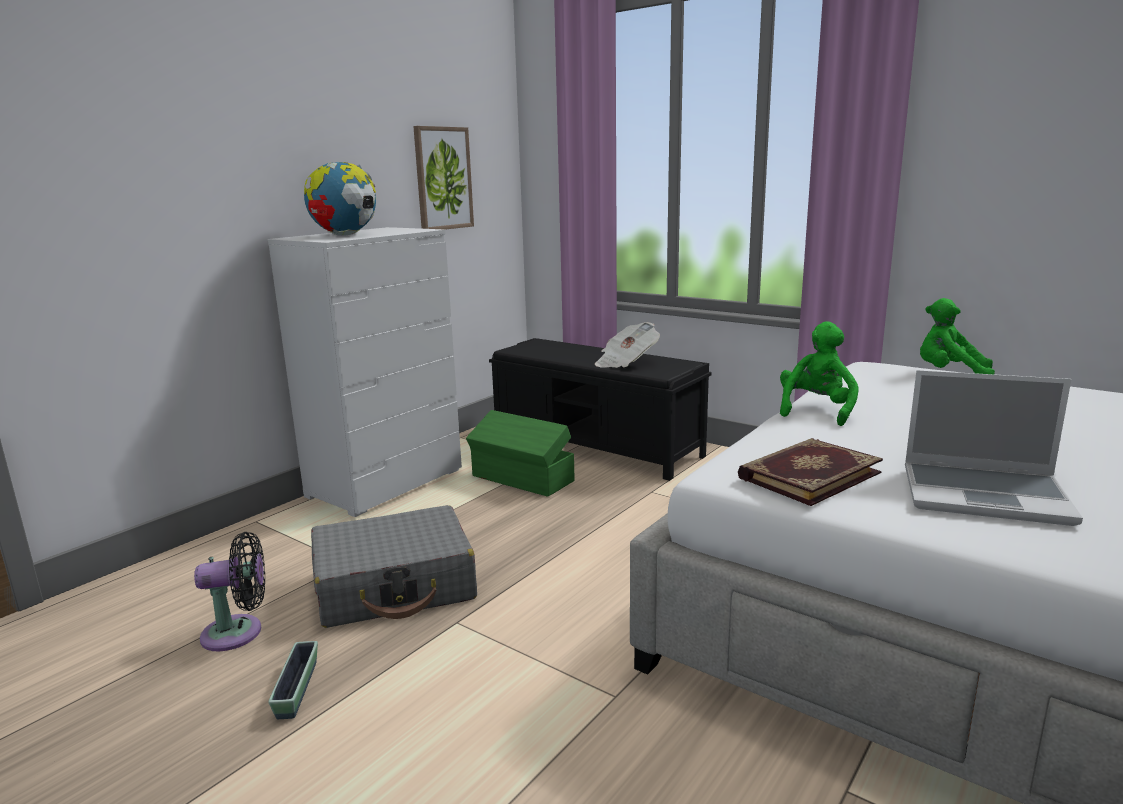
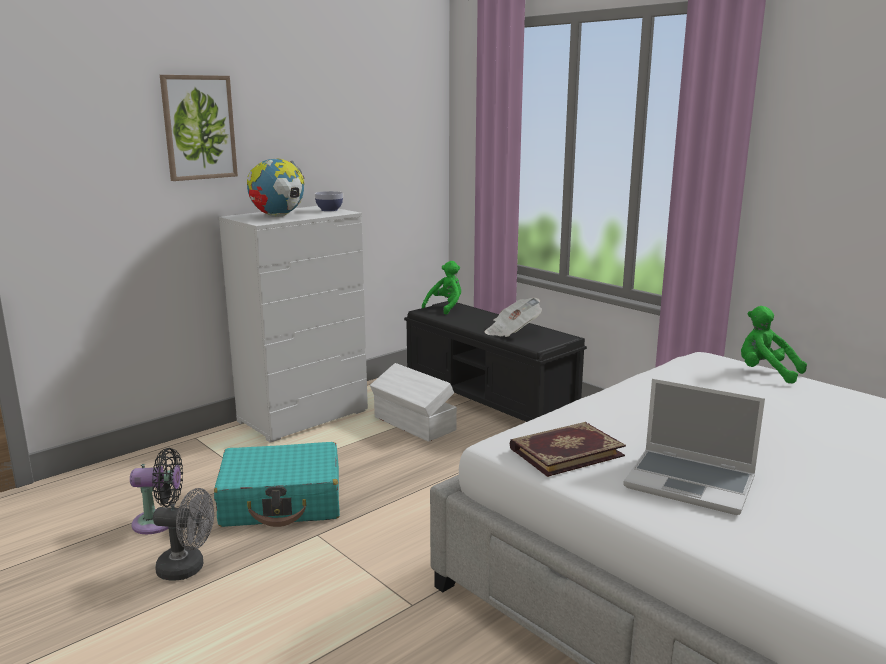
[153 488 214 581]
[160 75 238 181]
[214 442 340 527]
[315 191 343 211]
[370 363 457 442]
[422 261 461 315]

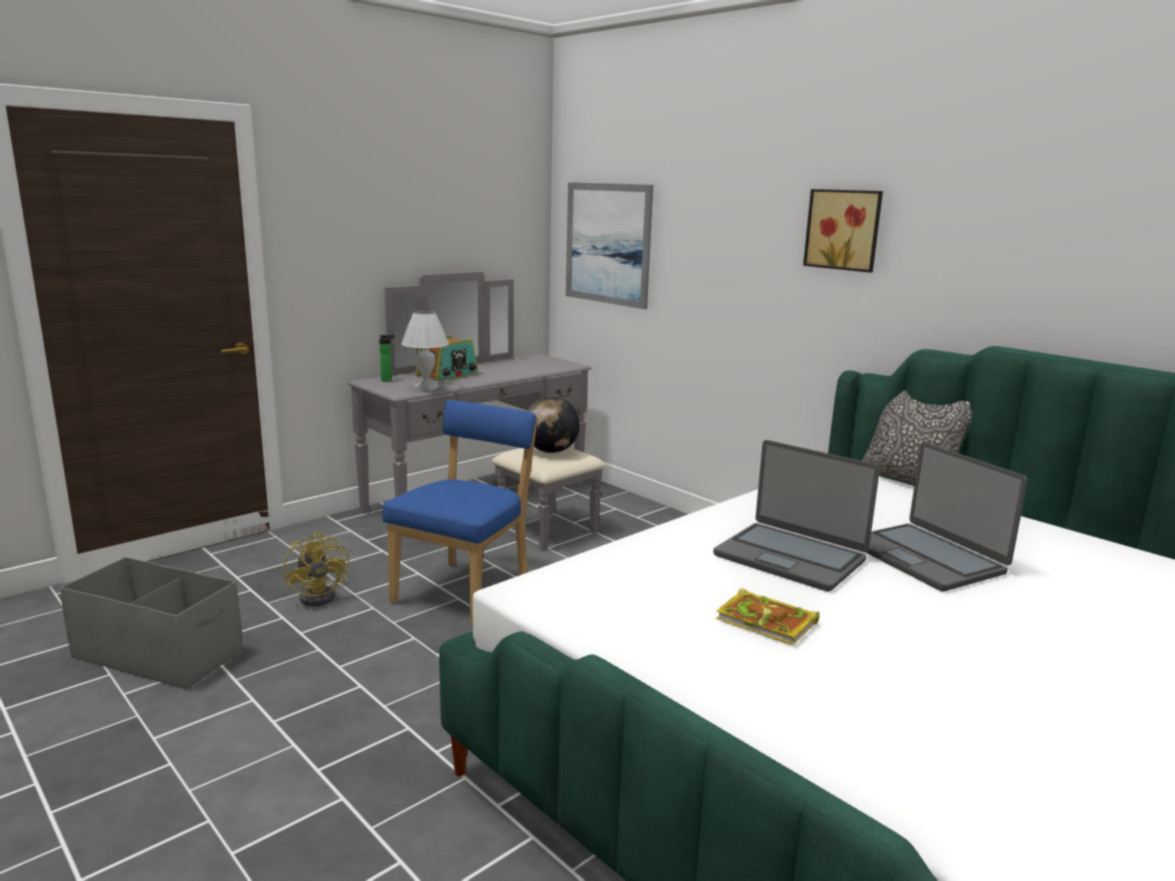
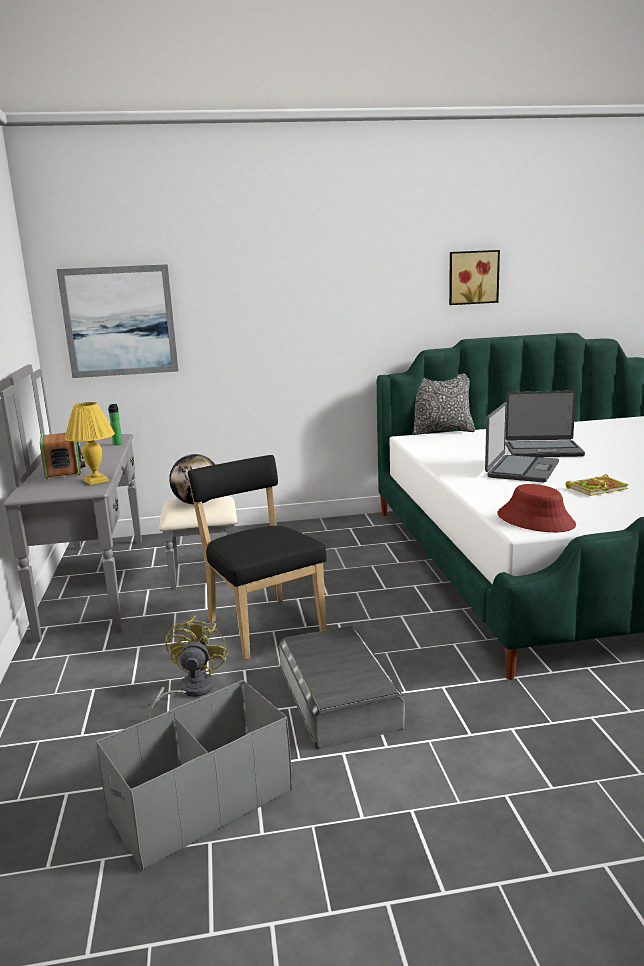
[65 402 115 485]
[108 404 123 445]
[147 615 228 719]
[188 455 327 660]
[279 626 405 749]
[449 250 500 305]
[485 402 559 482]
[497 484 576 532]

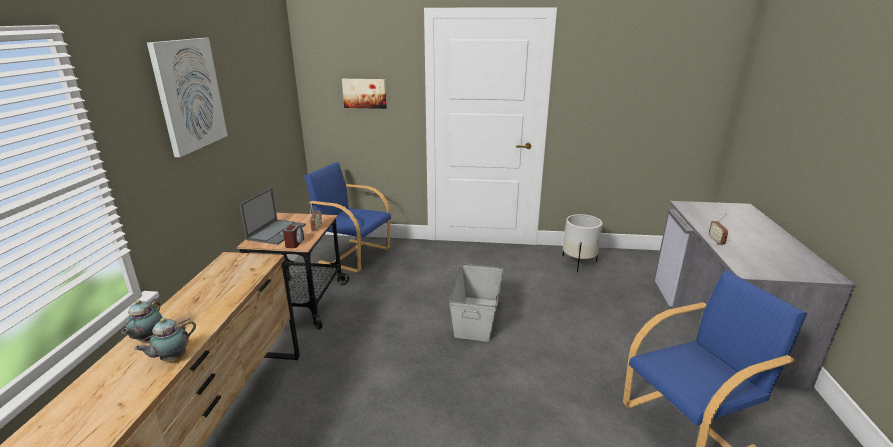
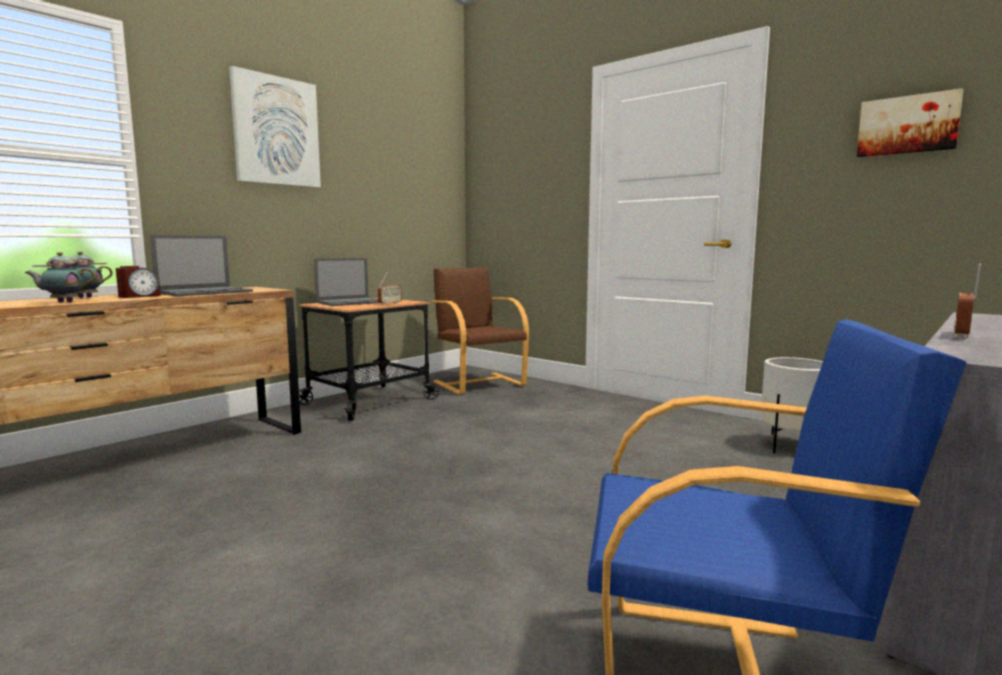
[116 266 161 298]
[150 235 253 297]
[431 268 529 395]
[857 88 963 157]
[449 264 504 342] (first image)

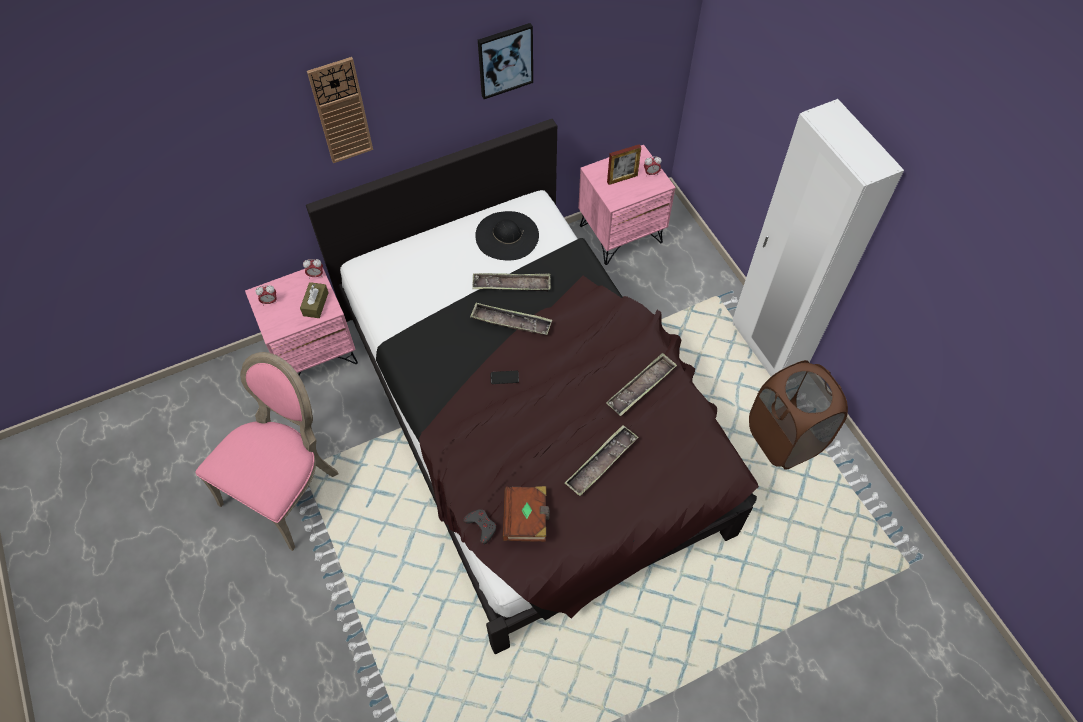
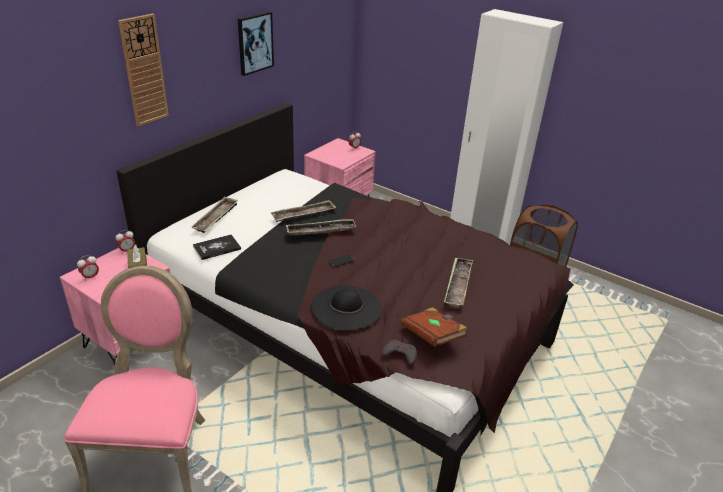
[191 196 238 233]
[193 234 241 260]
[311 285 382 330]
[607 144 641 185] (first image)

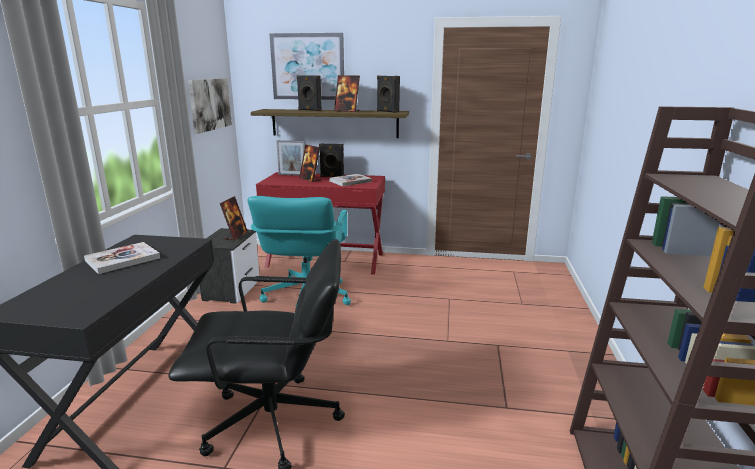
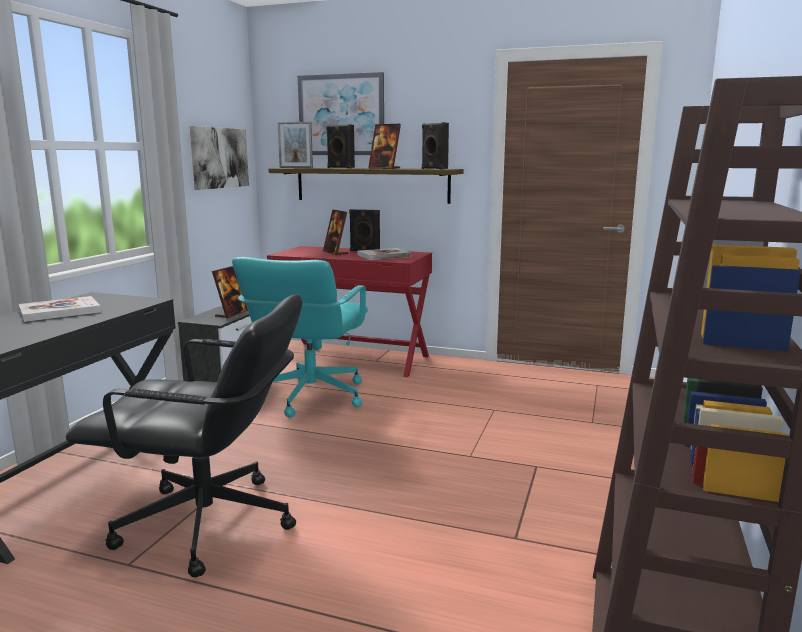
[278 122 313 168]

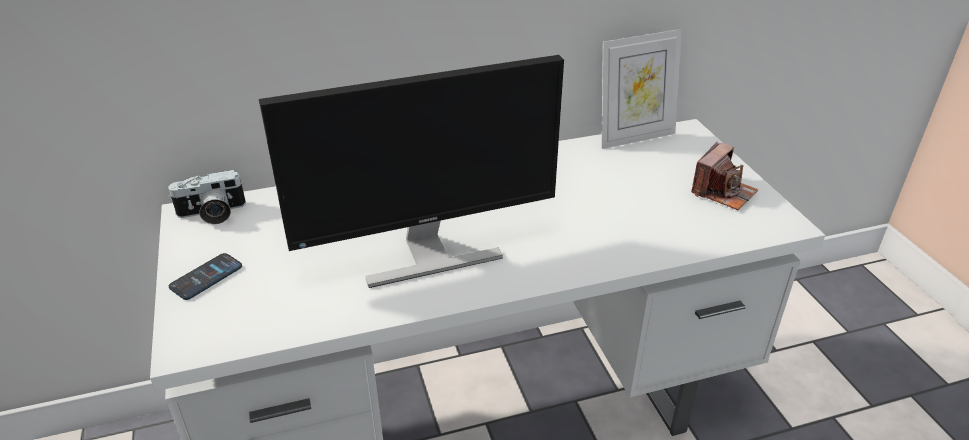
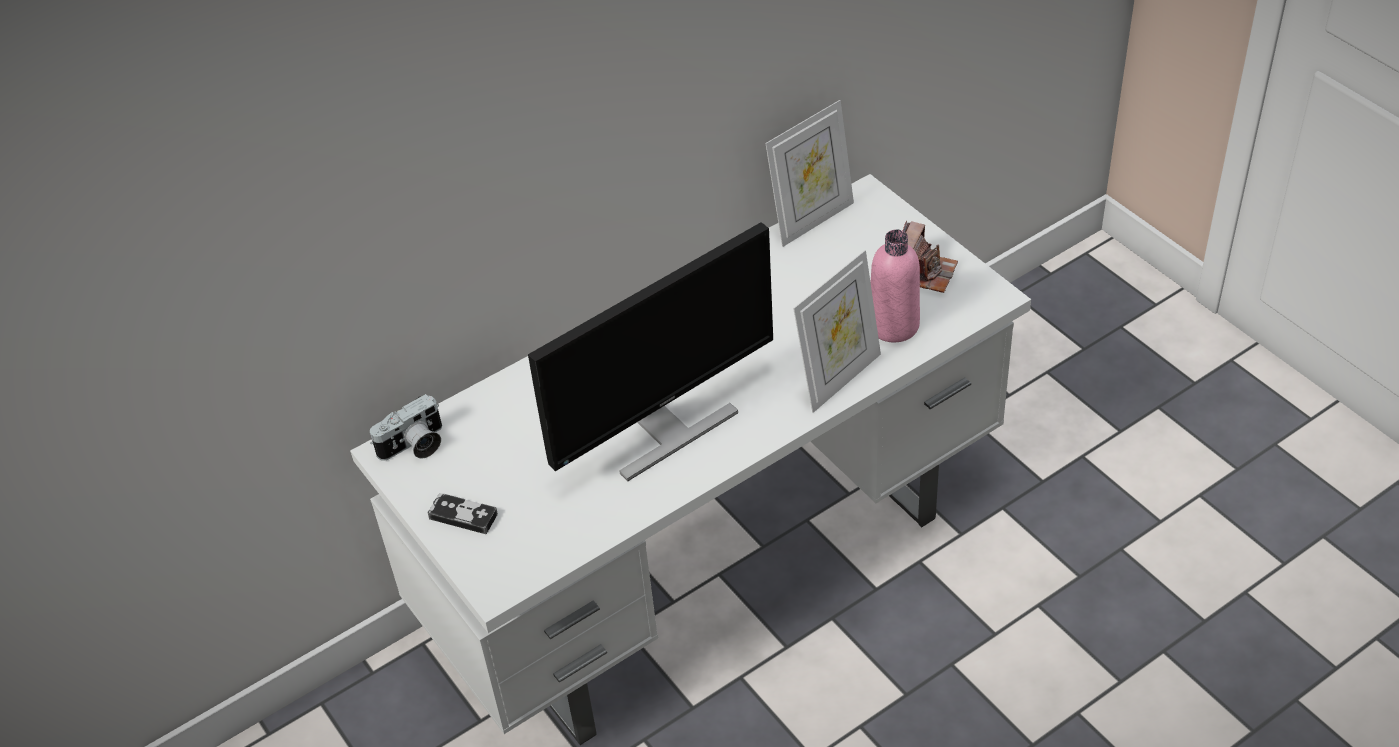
[427 493 498 534]
[793 250 881 413]
[870 230 920 342]

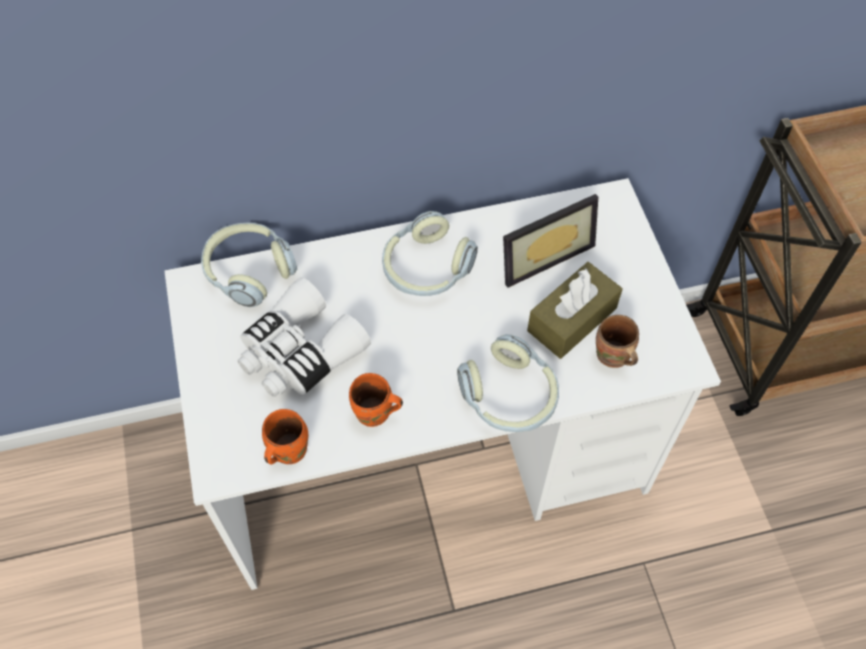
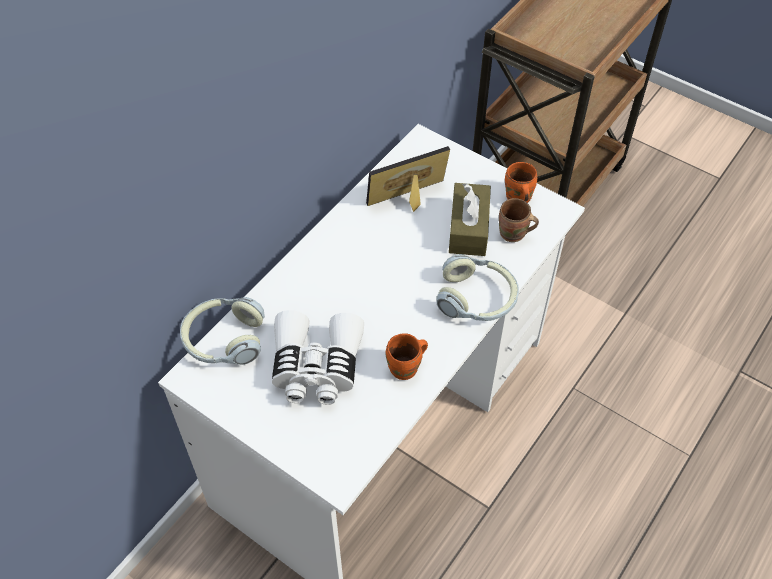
[366 146 450 212]
[505 162 537 203]
[382 211 478 296] (first image)

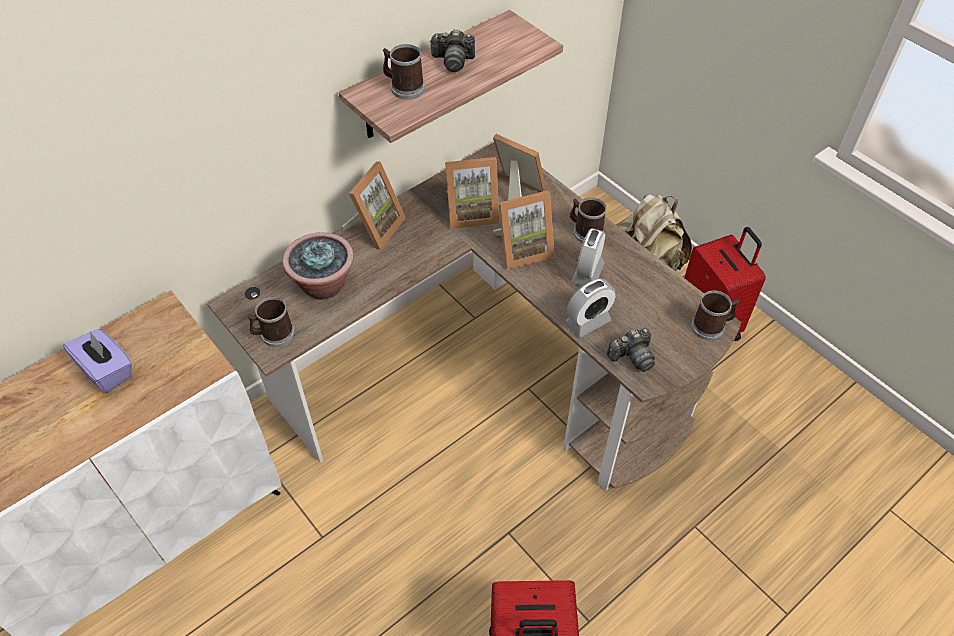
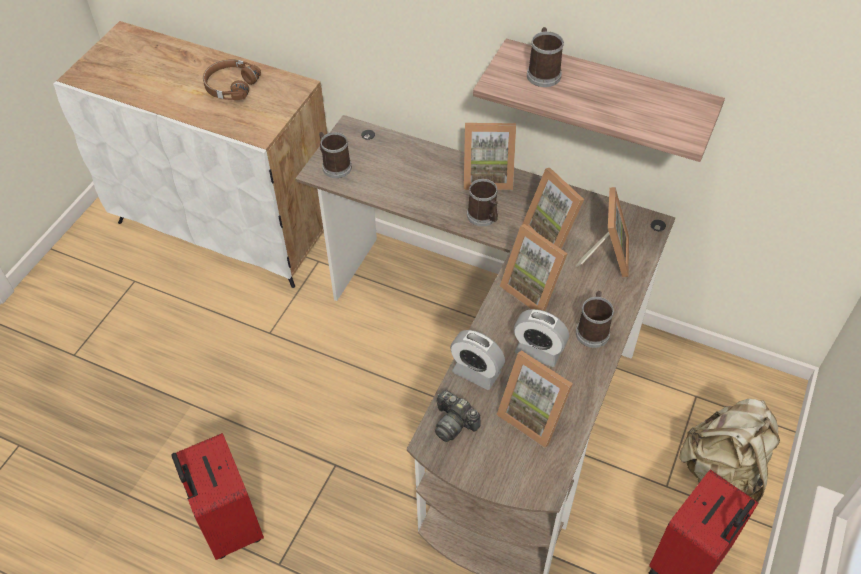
[203 59 261 100]
[467 179 498 226]
[497 350 573 448]
[513 309 569 367]
[282 232 354 300] (first image)
[429 29 475 72] (first image)

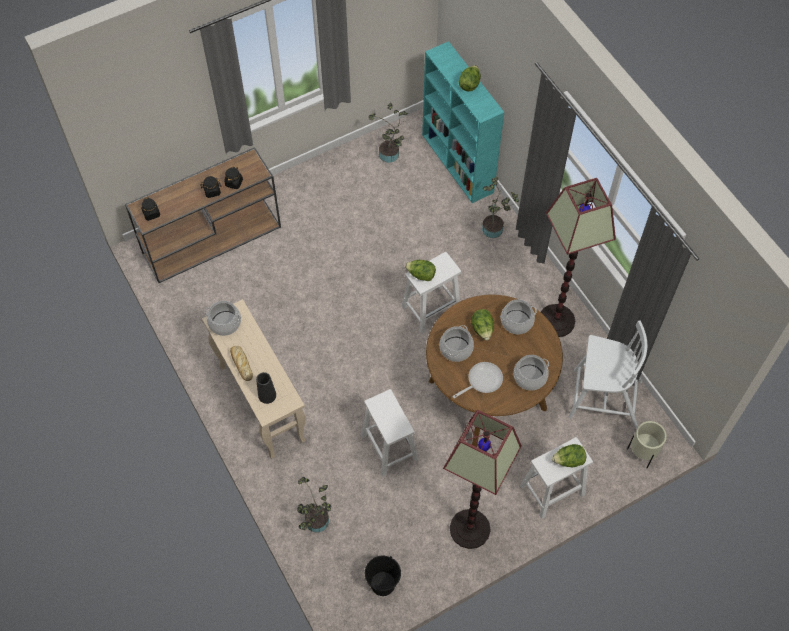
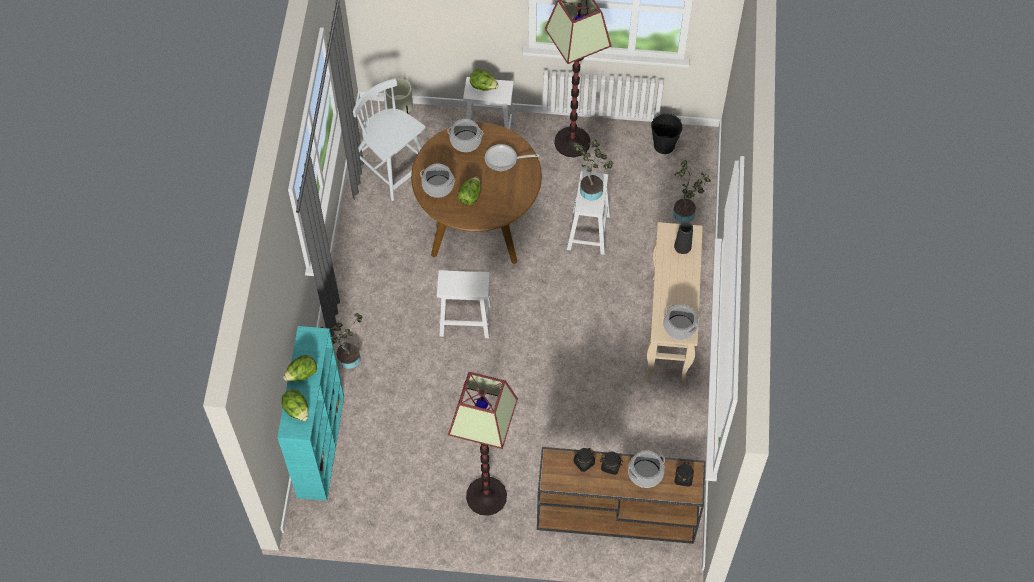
[281 389 308 421]
[448 372 518 516]
[574 140 613 201]
[628 450 665 488]
[230 346 253 381] (first image)

